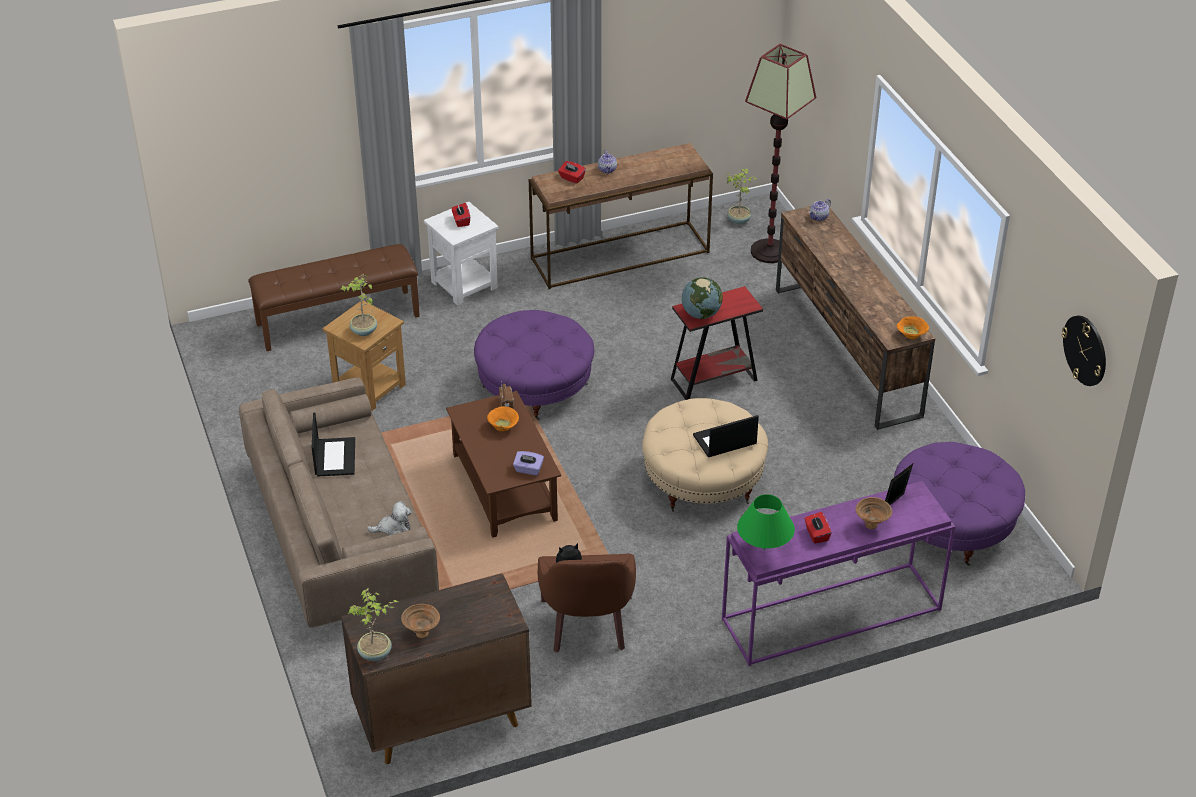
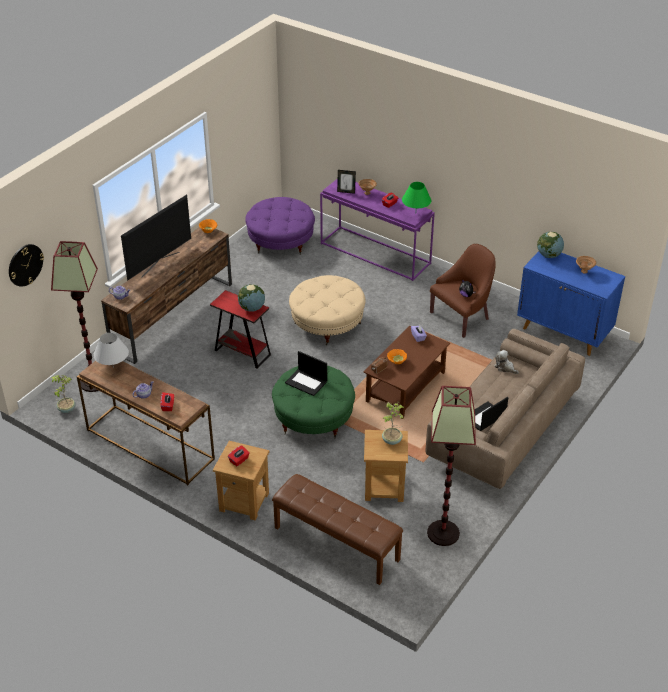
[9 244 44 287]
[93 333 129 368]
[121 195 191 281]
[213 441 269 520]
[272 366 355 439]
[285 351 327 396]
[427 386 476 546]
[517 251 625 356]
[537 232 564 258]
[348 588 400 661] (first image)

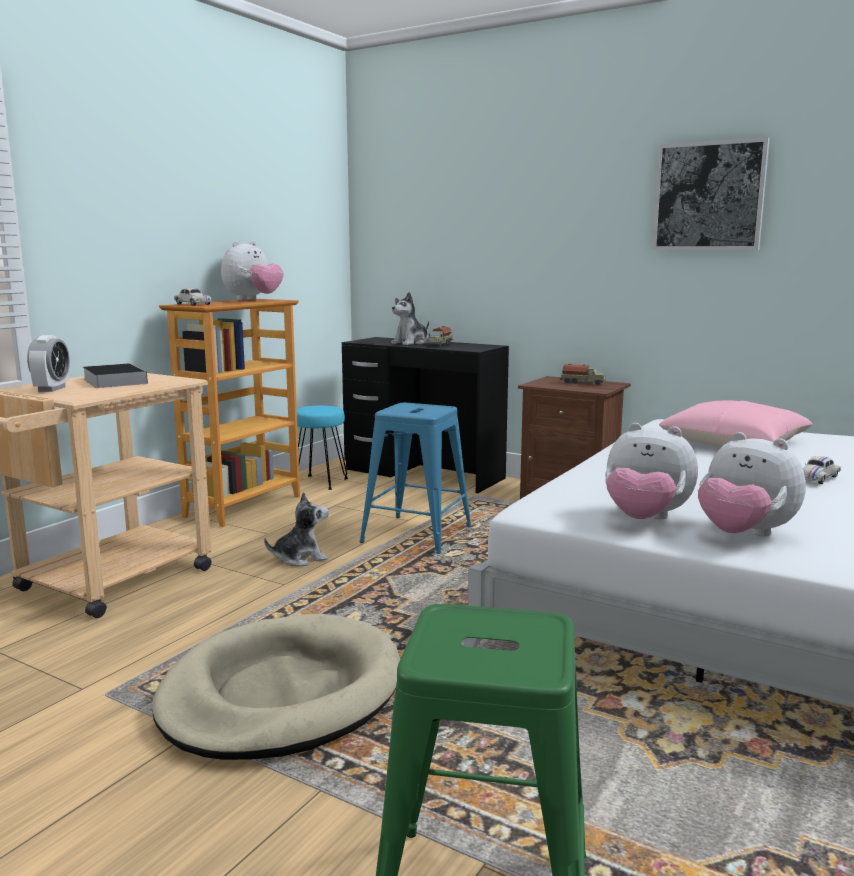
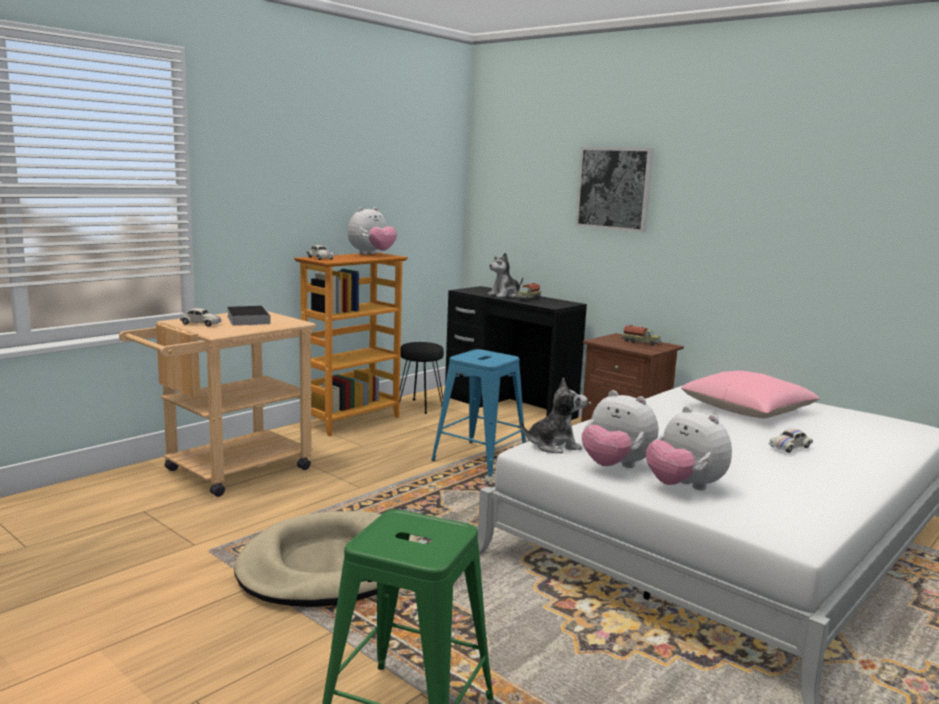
[180 308 222 327]
[399 342 444 414]
[521 378 587 453]
[575 147 654 232]

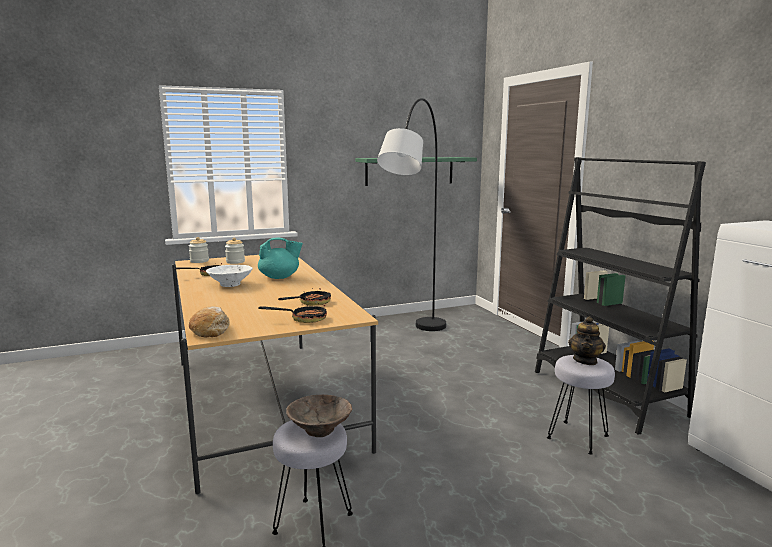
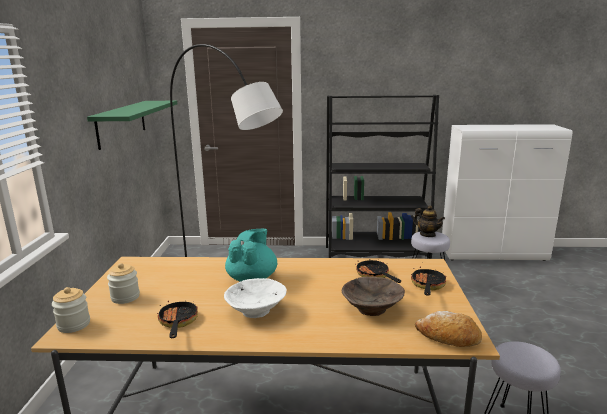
[342 277 405 316]

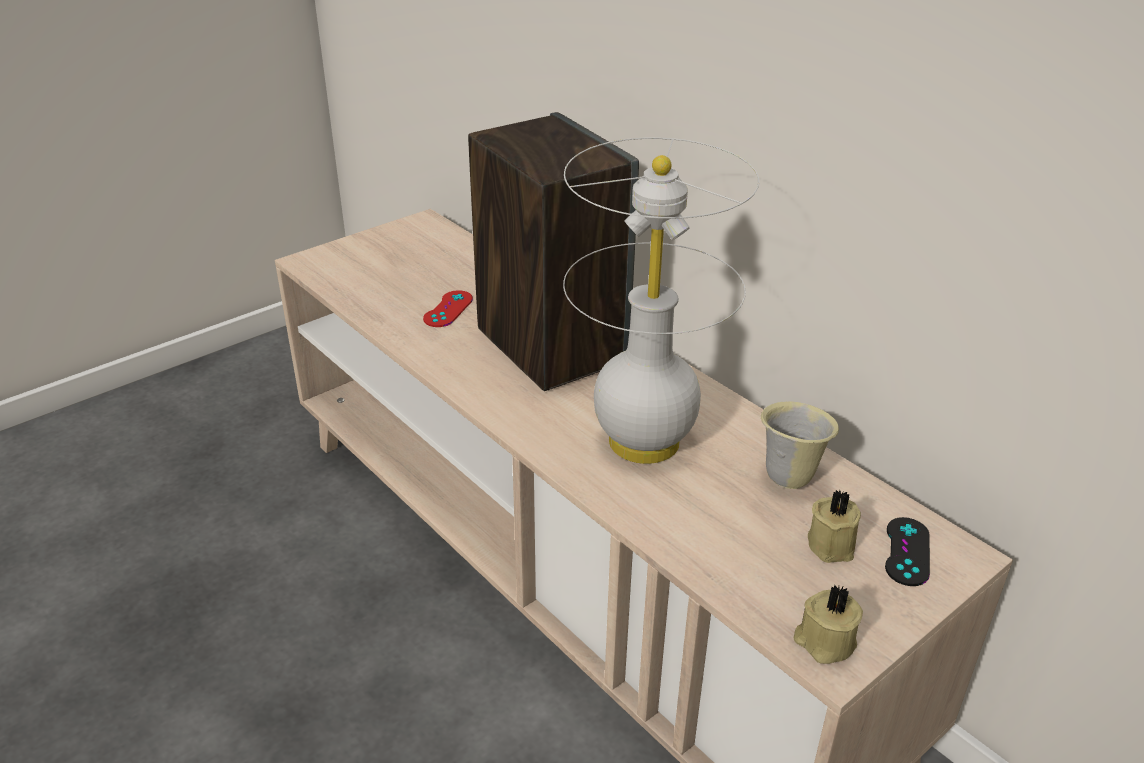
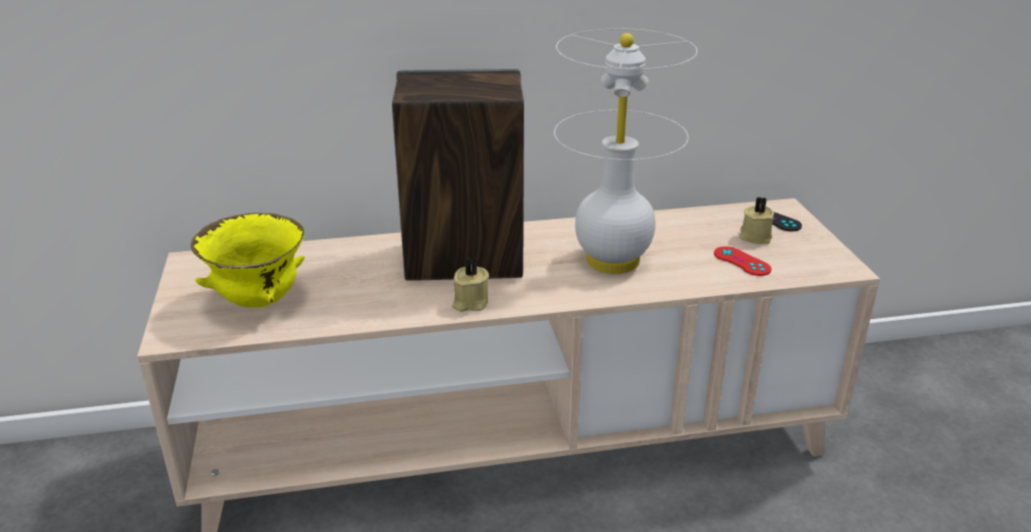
[191 213 305 308]
[452 258 489 312]
[714 246 771 276]
[761 401 839 489] (first image)

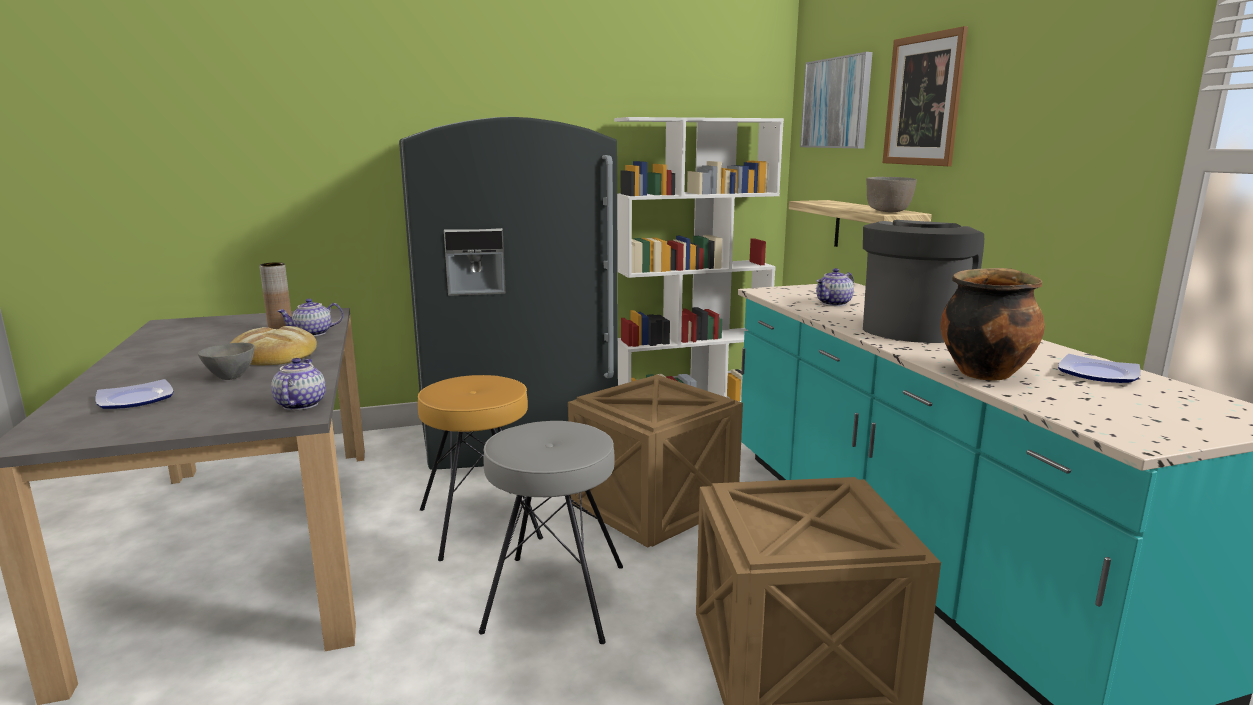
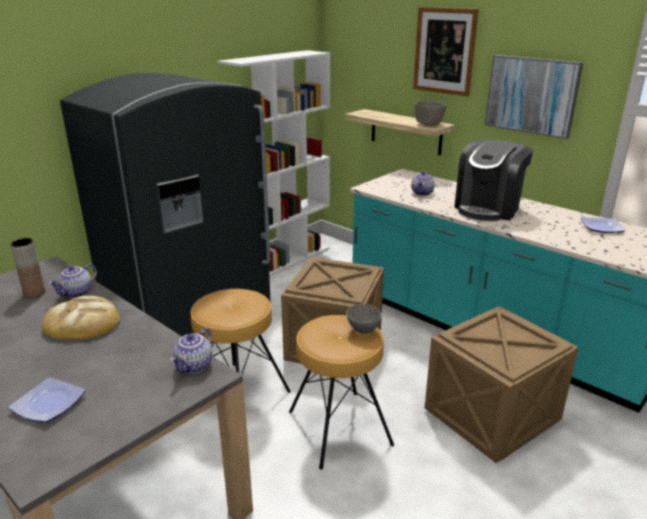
[170 328 212 373]
[289 315 394 469]
[346 304 382 334]
[454 140 533 221]
[485 55 583 139]
[940 268 1045 381] (first image)

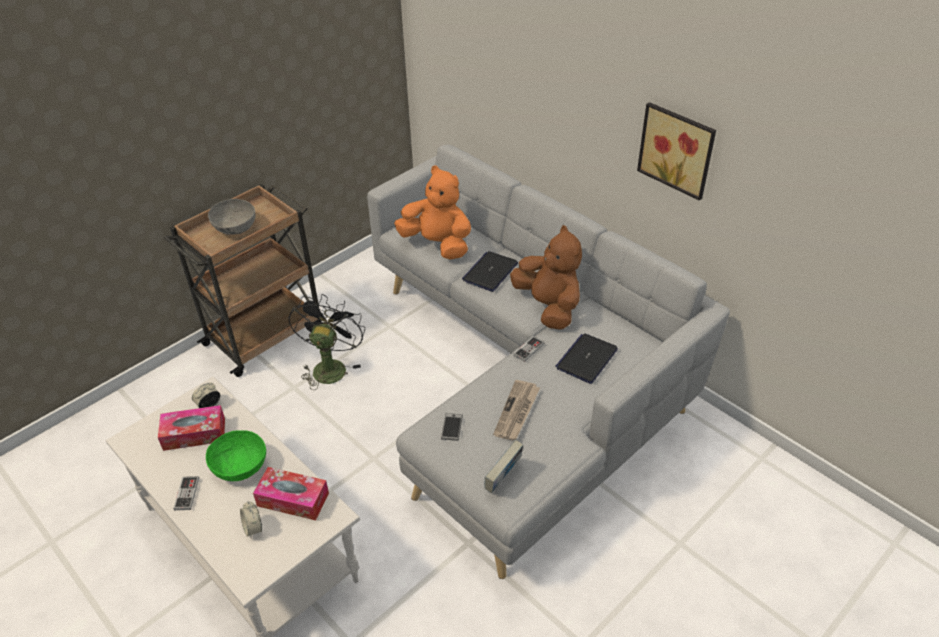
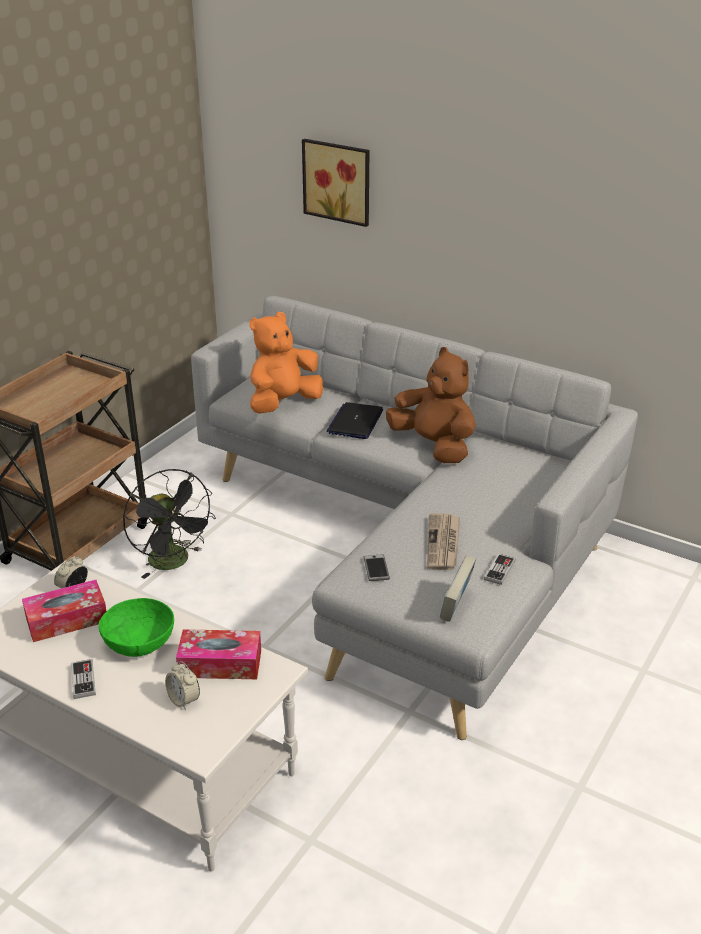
[123 469 216 579]
[250 312 323 414]
[302 139 369 227]
[484 554 515 585]
[208 199 255 235] (first image)
[555 333 618 384] (first image)

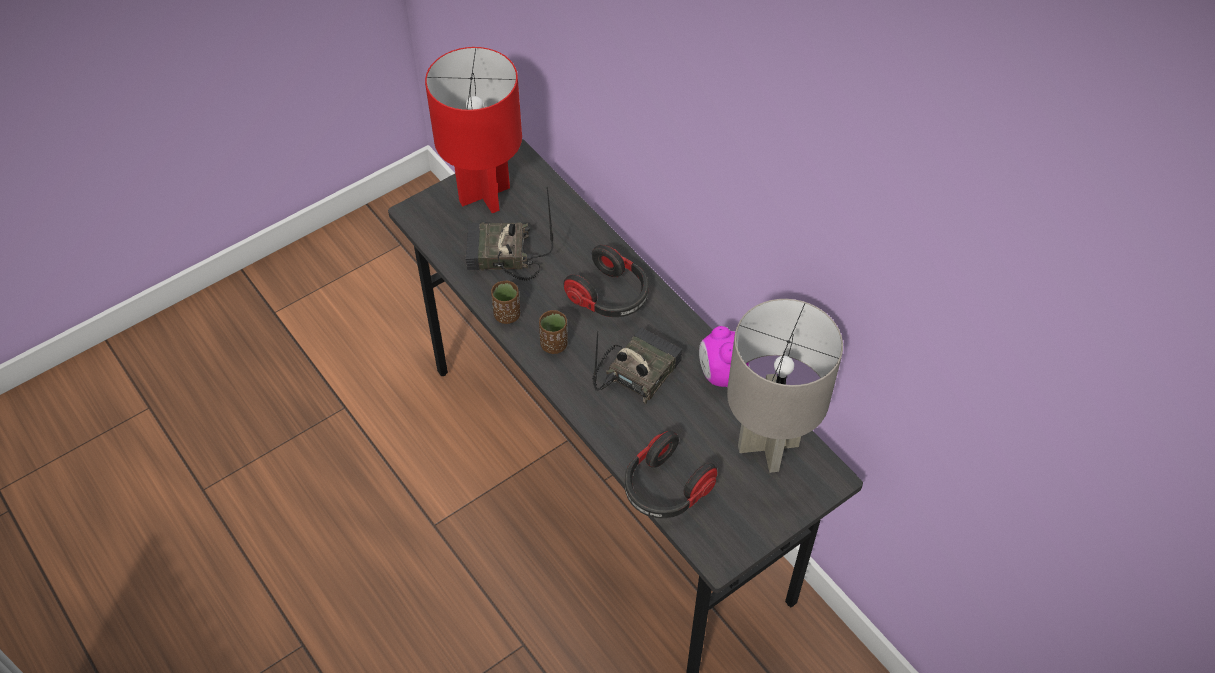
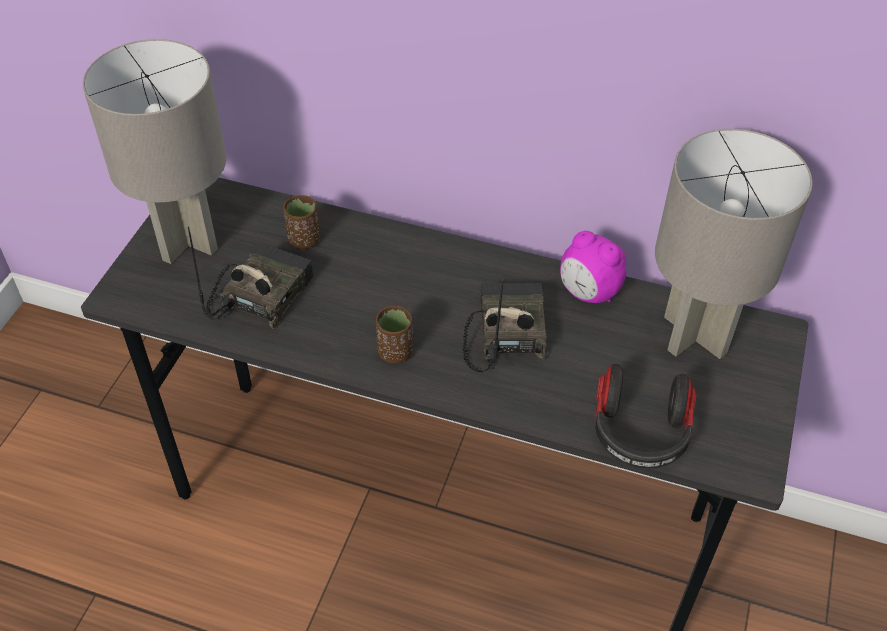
[83 39 226 264]
[188 227 313 329]
[283 195 320 249]
[563 245 648 317] (first image)

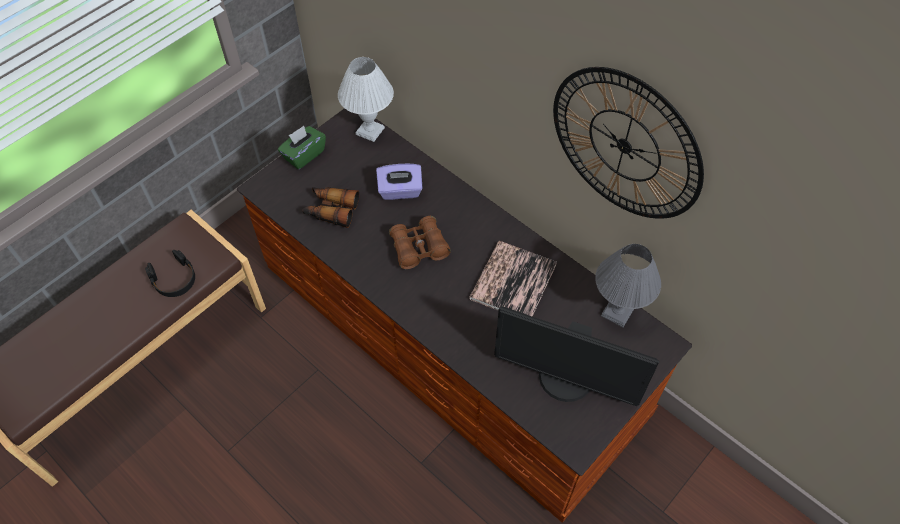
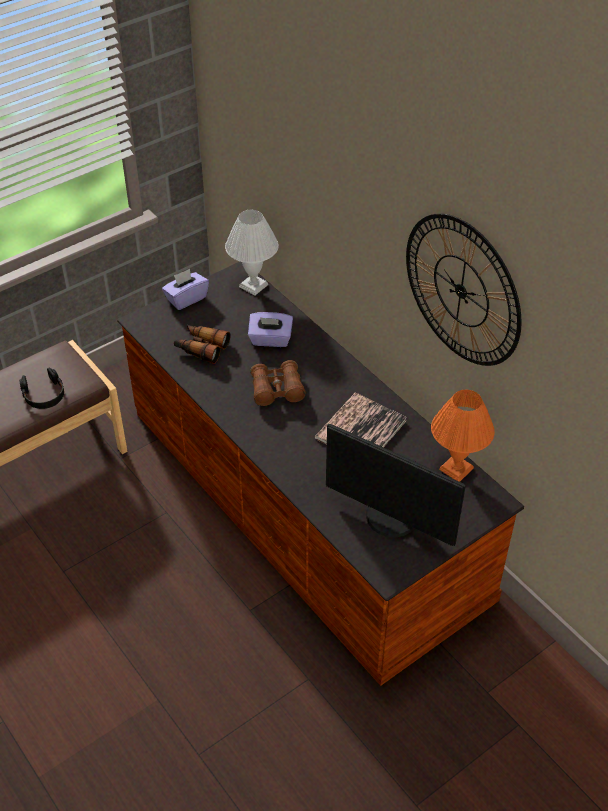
[162 269 209 310]
[431 390 495 482]

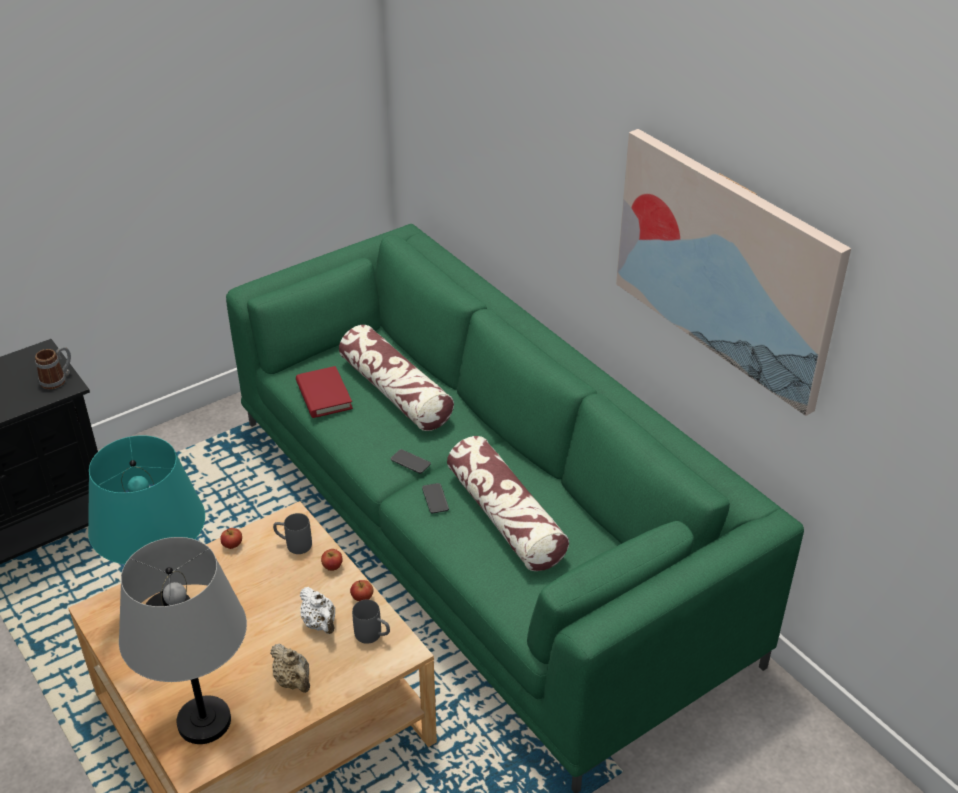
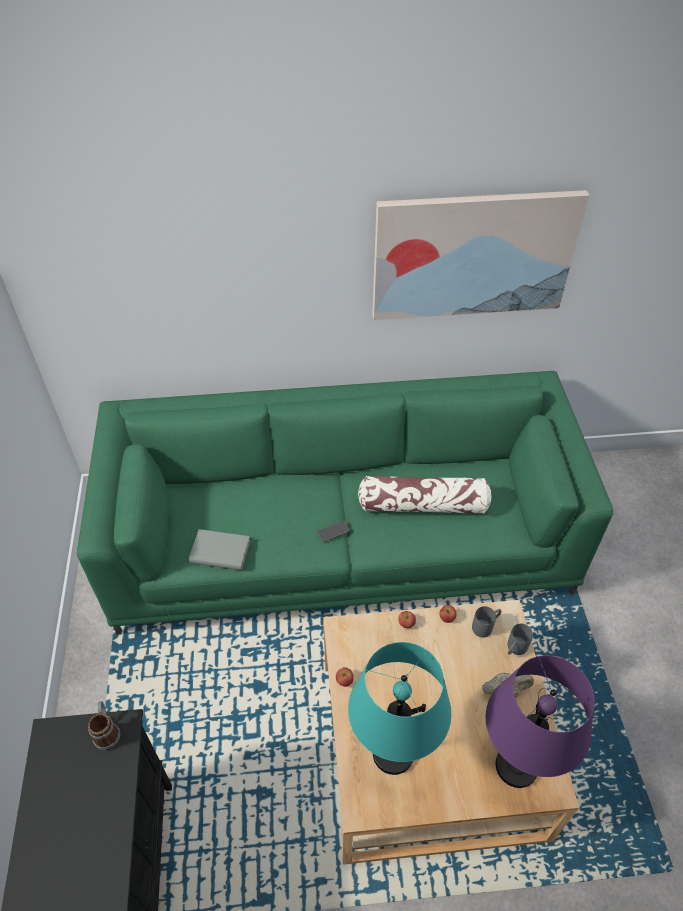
[189 529 250 570]
[486 655 595 788]
[507 624 533 655]
[300 587 335 634] (first image)
[339 325 454 431] (first image)
[422 483 449 513] (first image)

